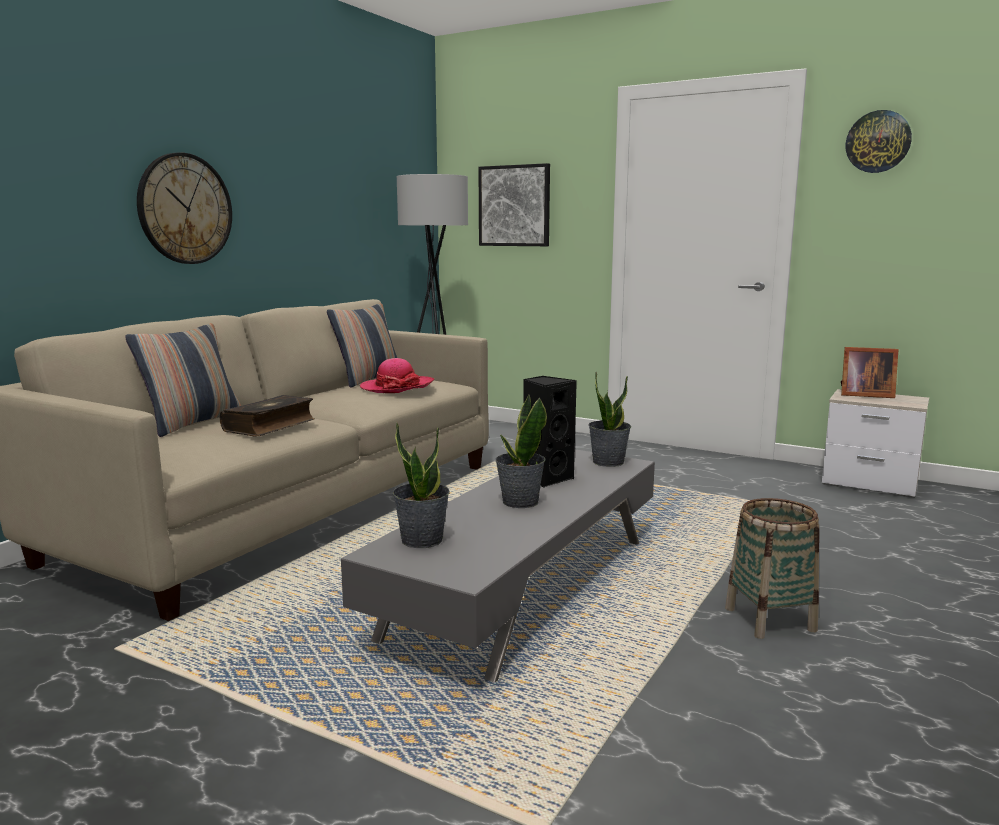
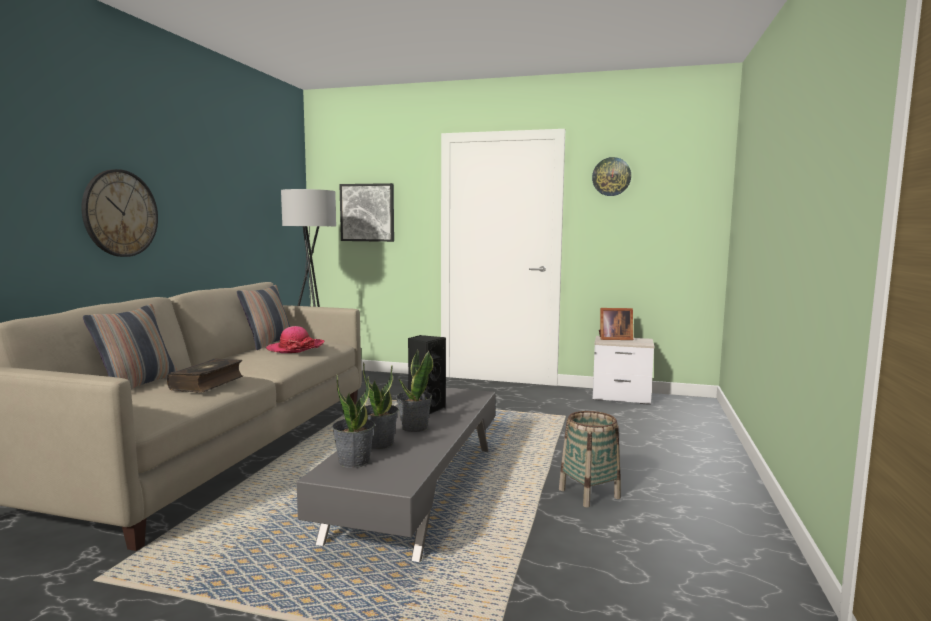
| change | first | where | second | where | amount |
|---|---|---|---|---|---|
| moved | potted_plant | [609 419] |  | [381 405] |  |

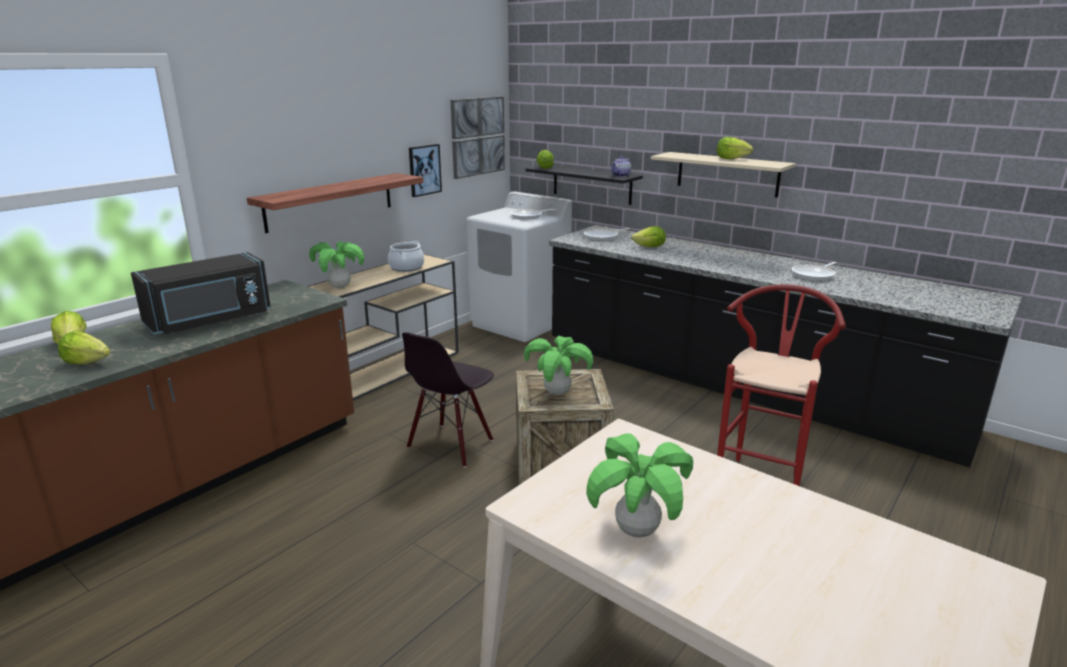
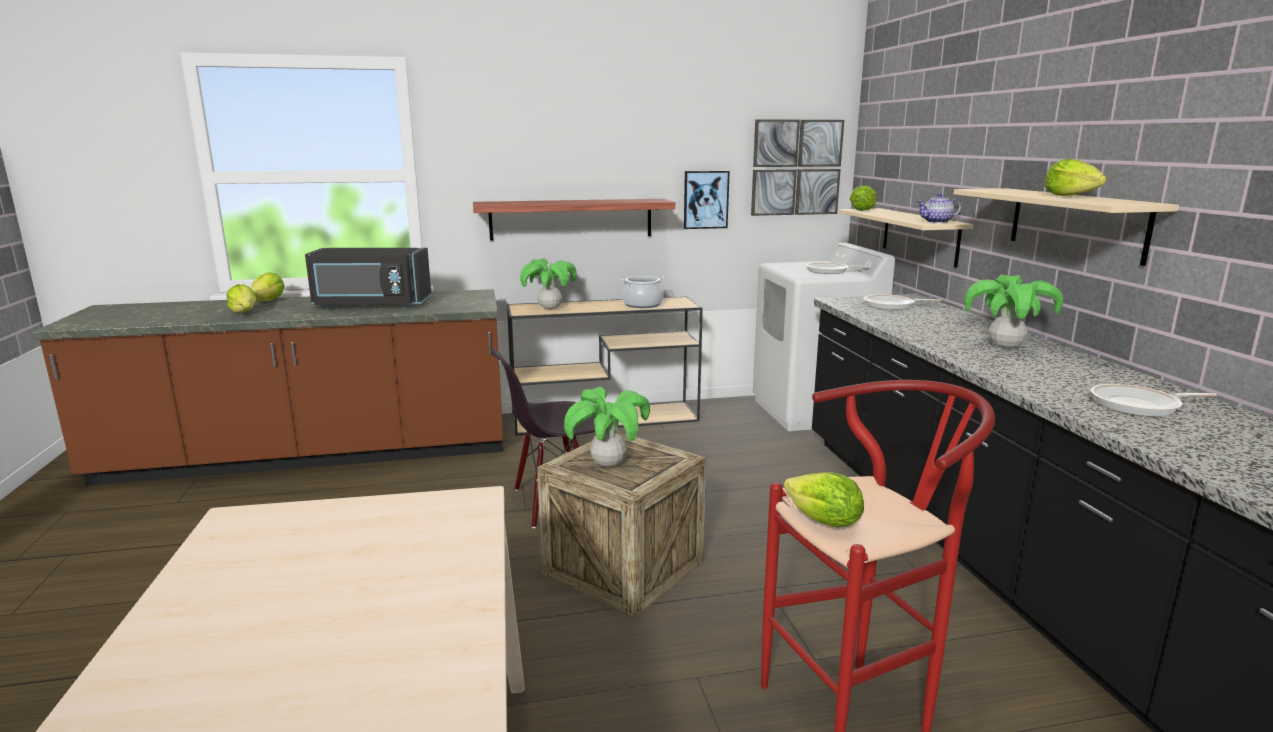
| change | first | where | second | where | amount |
|---|---|---|---|---|---|
| moved | potted_plant | [639 485] |  | [1013 311] |  |
| moved | lettuce_head | [648 236] |  | [824 499] |  |
| recoloured | black-coloured_shelf | [584 185] | sand-coloured_shelf | [906 238] |  |

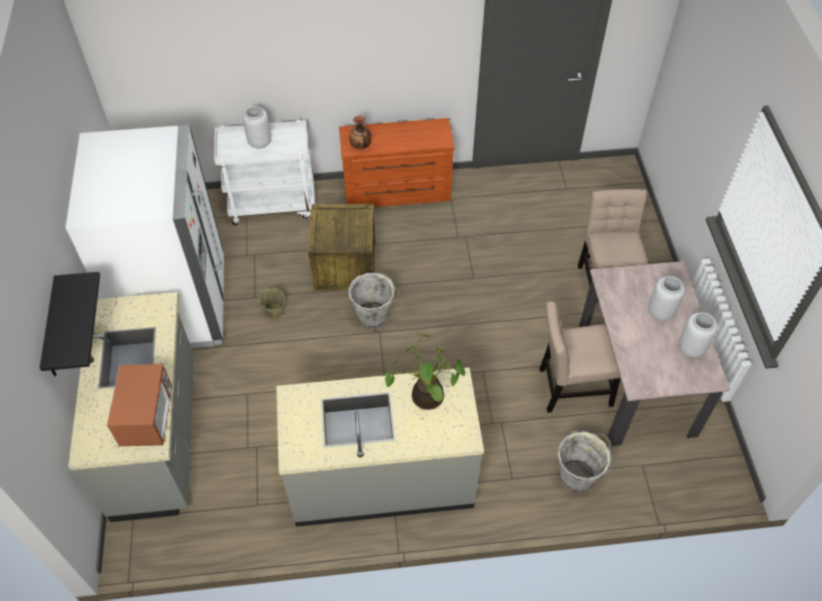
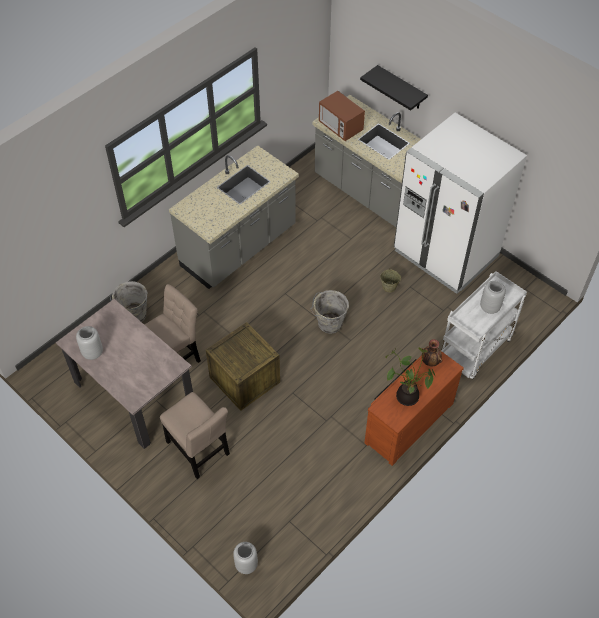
| change | first | where | second | where | amount |
|---|---|---|---|---|---|
| moved | shipping_crate | [341 247] |  | [243 366] |  |
| moved | potted_plant | [425 372] |  | [410 377] |  |
| moved | greyish_flower_vase | [666 298] |  | [245 558] |  |

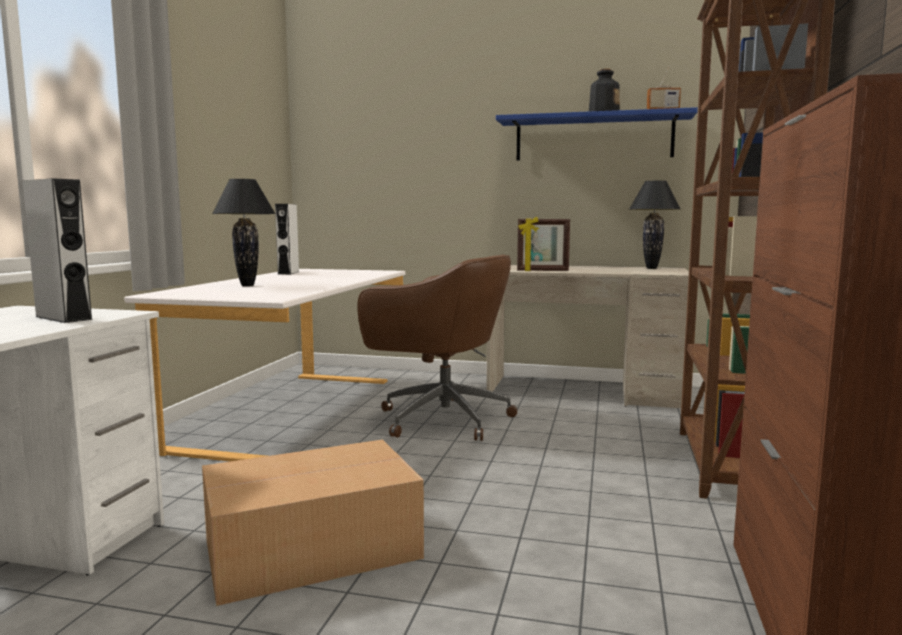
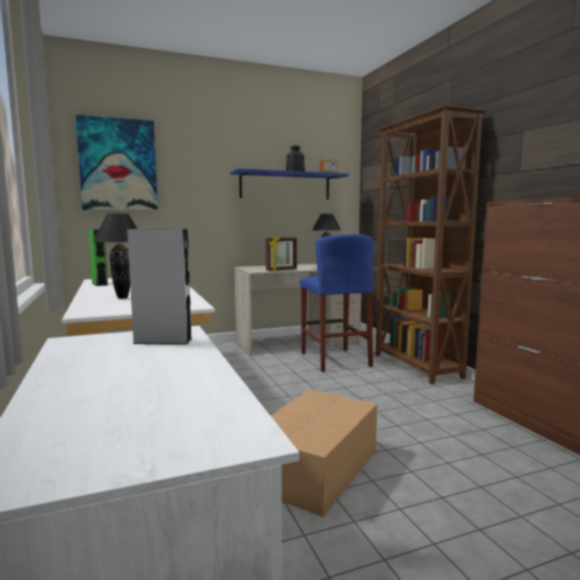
| change | first | where | second | where | amount |
|---|---|---|---|---|---|
| removed | brown_computer_chair | [437 348] |  |  |  |
| added |  |  | wall_art | [117 163] |  |
| added |  |  | blue_stool | [336 303] |  |
| recoloured | whitish_loudspeaker | [287 239] | green-coloured_loudspeaker | [98 257] |  |

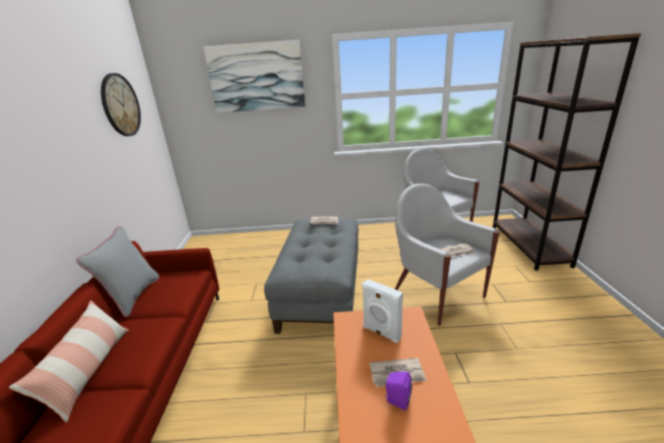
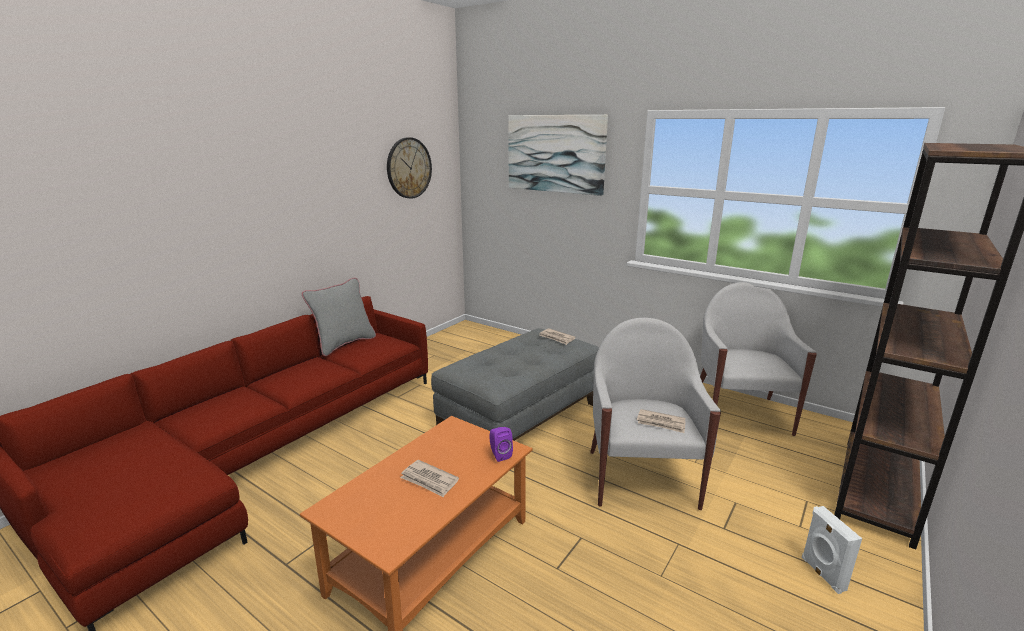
| change | first | where | second | where | amount |
|---|---|---|---|---|---|
| removed | pillow | [69 361] |  |  |  |
| moved | whitish_loudspeaker | [382 311] |  | [832 550] |  |
| moved | purple-coloured_loudspeaker | [398 391] |  | [501 444] |  |

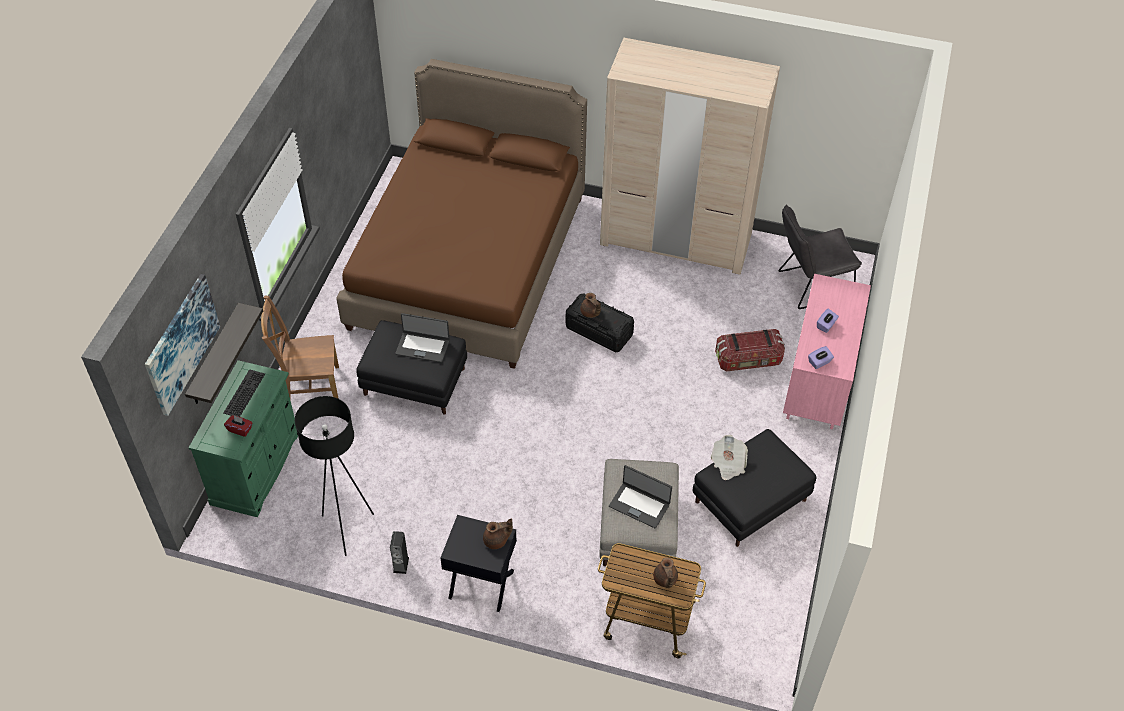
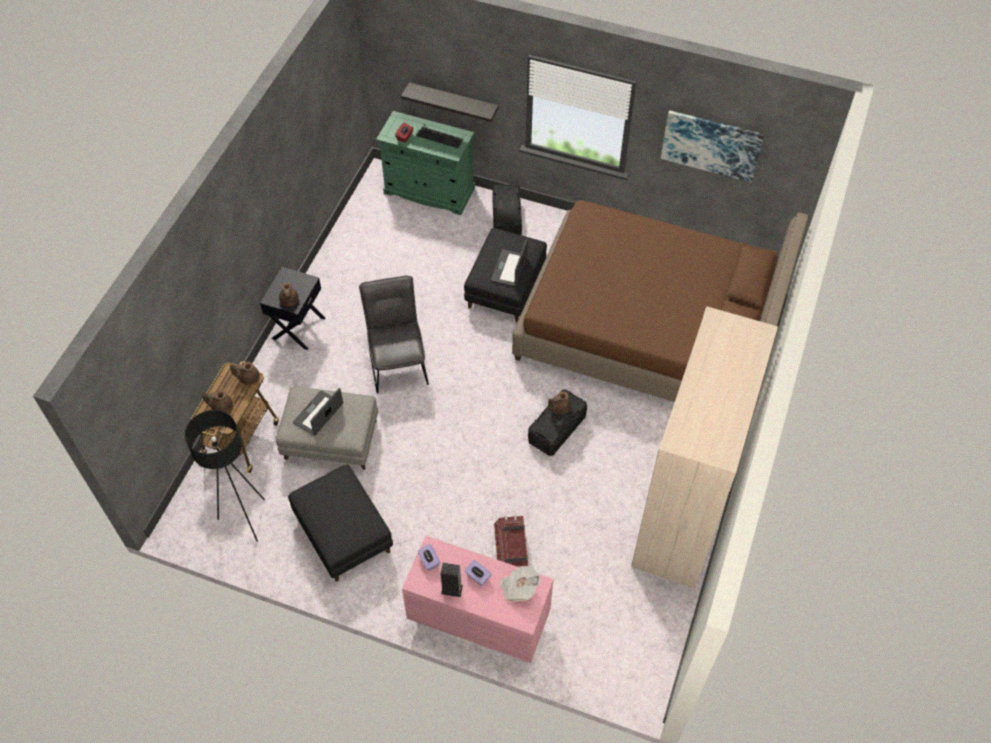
| change | first | where | second | where | amount |
|---|---|---|---|---|---|
| added |  |  | brown_tea_pot | [244 373] |  |
| moved | wall_art | [182 345] |  | [712 146] |  |
| moved | black-coloured_standing_lamp | [334 476] |  | [225 476] |  |
| moved | loudspeaker | [399 552] |  | [452 580] |  |
| moved | daily_paper | [729 457] |  | [519 584] |  |
| moved | greyish_plain_chair | [820 256] |  | [394 334] |  |
| replaced | brown_plain_chair | [300 348] | black-coloured_storage_bin | [507 209] |  |

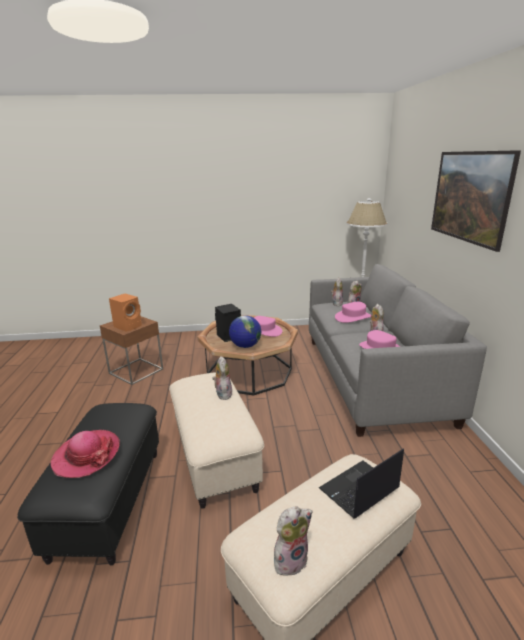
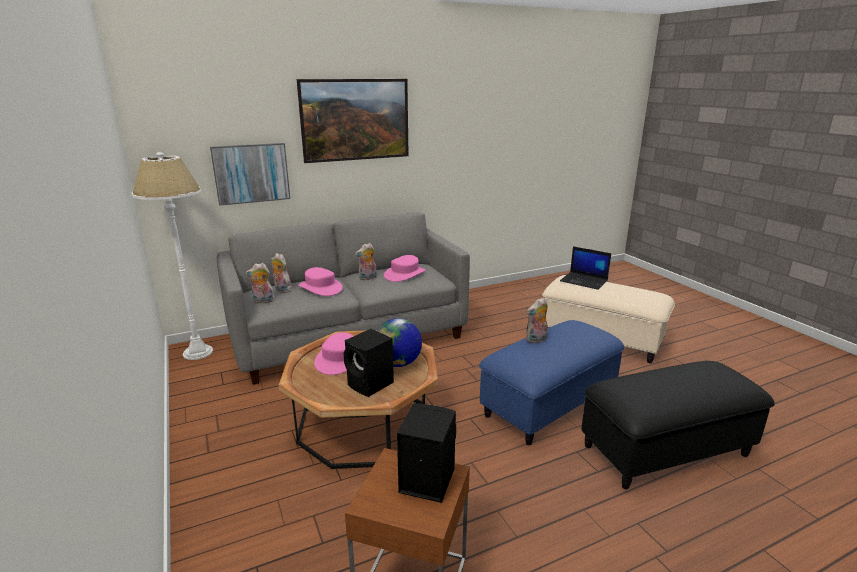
| change | first | where | second | where | amount |
|---|---|---|---|---|---|
| removed | clothing_hat | [85 454] |  |  |  |
| removed | soft_toy | [293 541] |  |  |  |
| added |  |  | wall_art | [250 174] |  |
| recoloured | orange-coloured_loudspeaker | [125 313] | black-coloured_loudspeaker | [426 453] |  |
| recoloured | sand-coloured_ottoman | [216 440] | blue_ottoman | [552 382] |  |

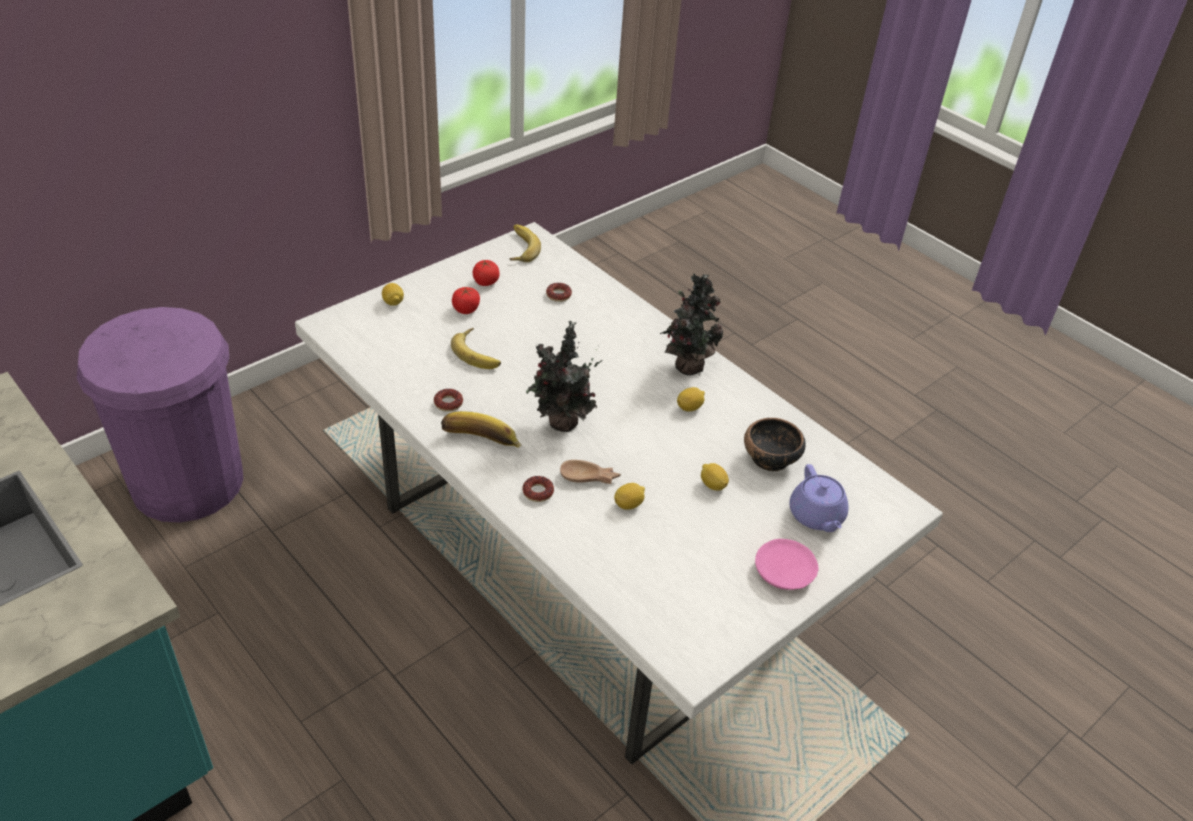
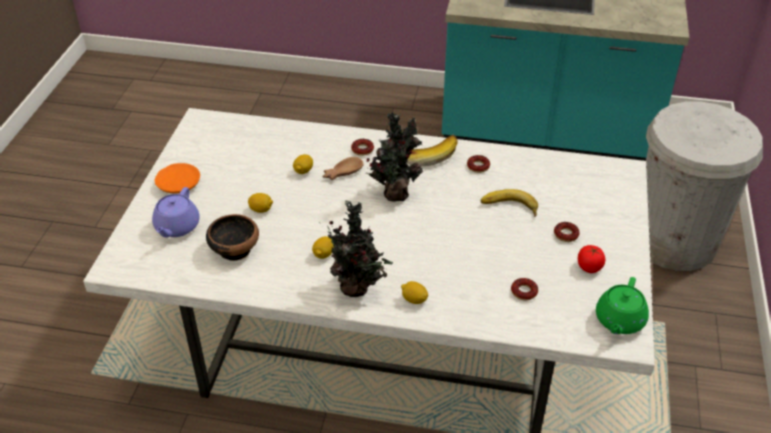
| change | first | where | second | where | amount |
|---|---|---|---|---|---|
| moved | lemon | [393 294] |  | [414 292] |  |
| replaced | whole_tomato | [466 300] | doughnut | [567 232] |  |
| replaced | banana_fruit | [525 243] | green-coloured_tea_pot | [622 305] |  |
| recoloured | purple-coloured_trash_can | [160 415] | whitish_trash_can | [704 186] |  |
| recoloured | pink_plate | [787 564] | orange-coloured_plate | [177 178] |  |
| turned | purple-coloured_tea_pot | [819 498] |  | [176 212] | 120 degrees counterclockwise |

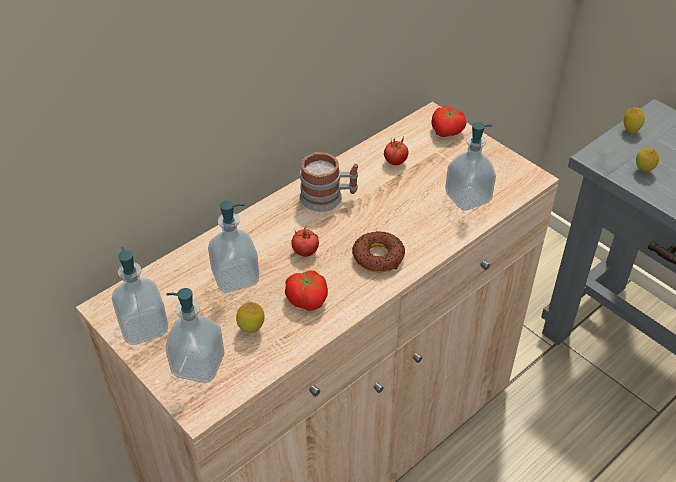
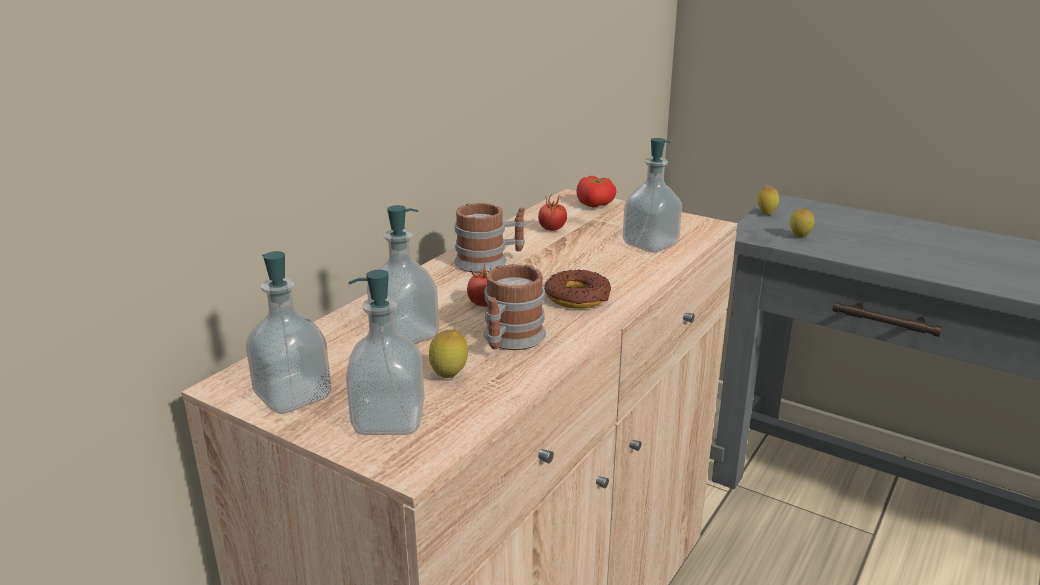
| change | first | where | second | where | amount |
|---|---|---|---|---|---|
| replaced | whole_tomato | [306 291] | mug | [514 307] |  |

